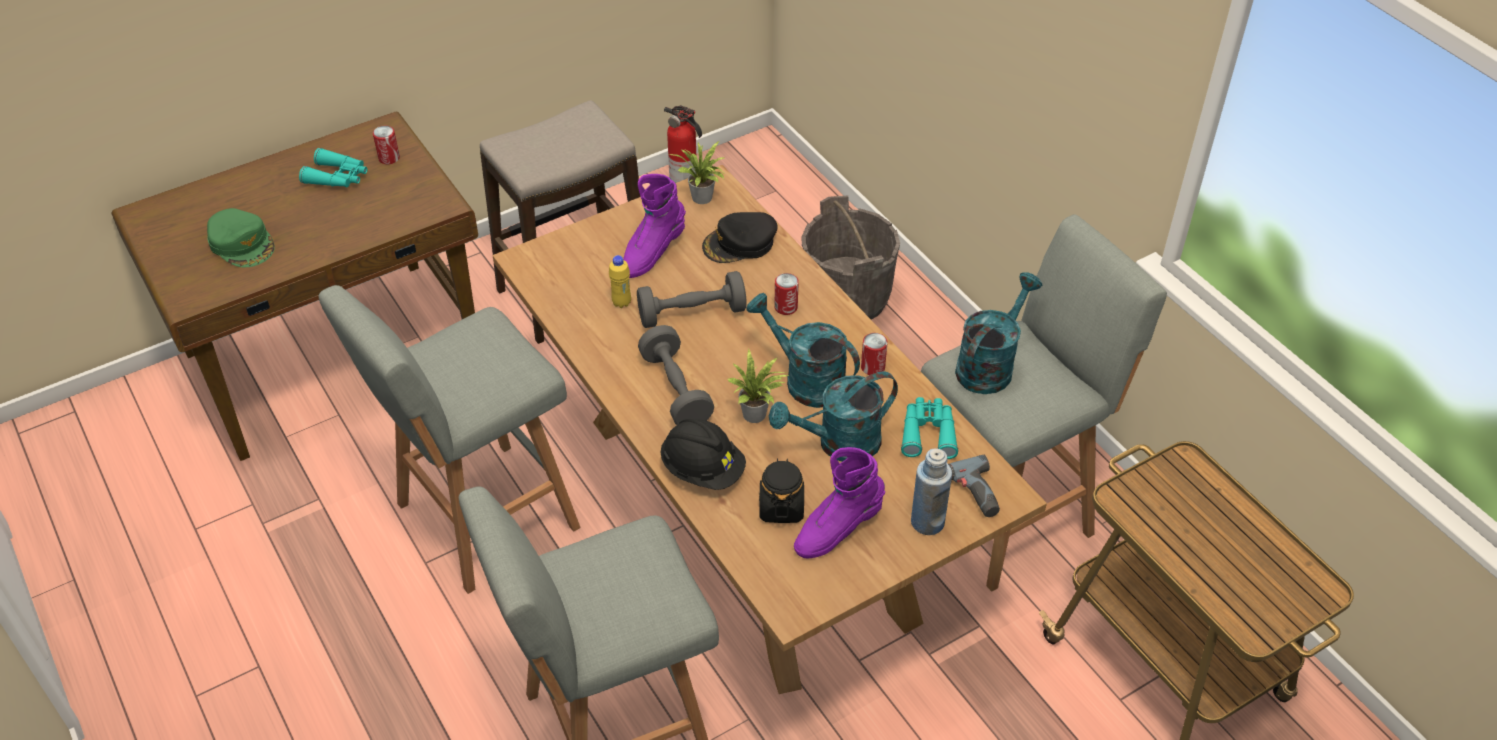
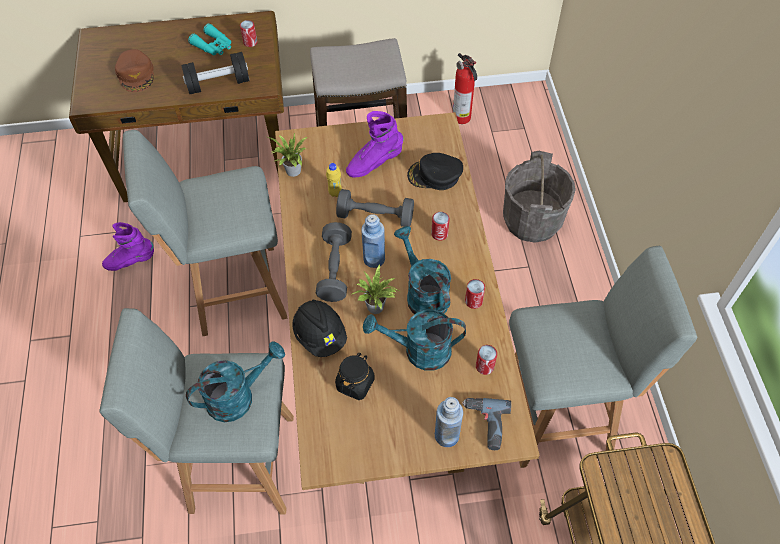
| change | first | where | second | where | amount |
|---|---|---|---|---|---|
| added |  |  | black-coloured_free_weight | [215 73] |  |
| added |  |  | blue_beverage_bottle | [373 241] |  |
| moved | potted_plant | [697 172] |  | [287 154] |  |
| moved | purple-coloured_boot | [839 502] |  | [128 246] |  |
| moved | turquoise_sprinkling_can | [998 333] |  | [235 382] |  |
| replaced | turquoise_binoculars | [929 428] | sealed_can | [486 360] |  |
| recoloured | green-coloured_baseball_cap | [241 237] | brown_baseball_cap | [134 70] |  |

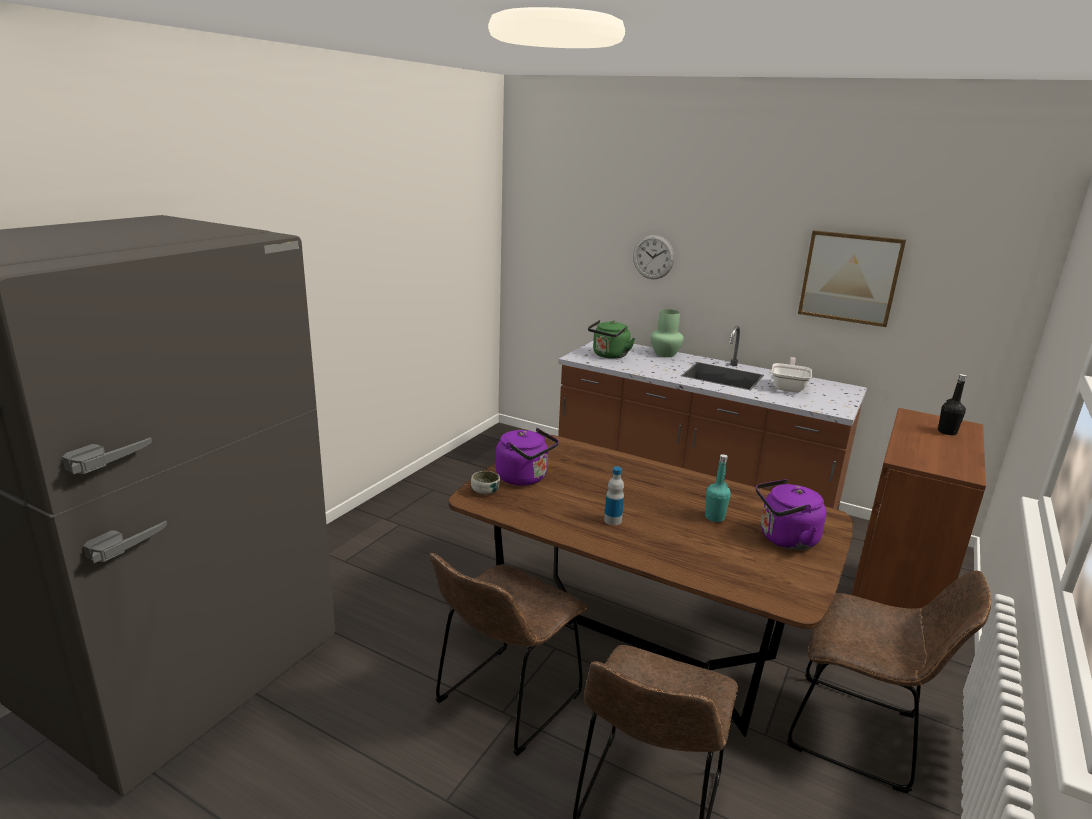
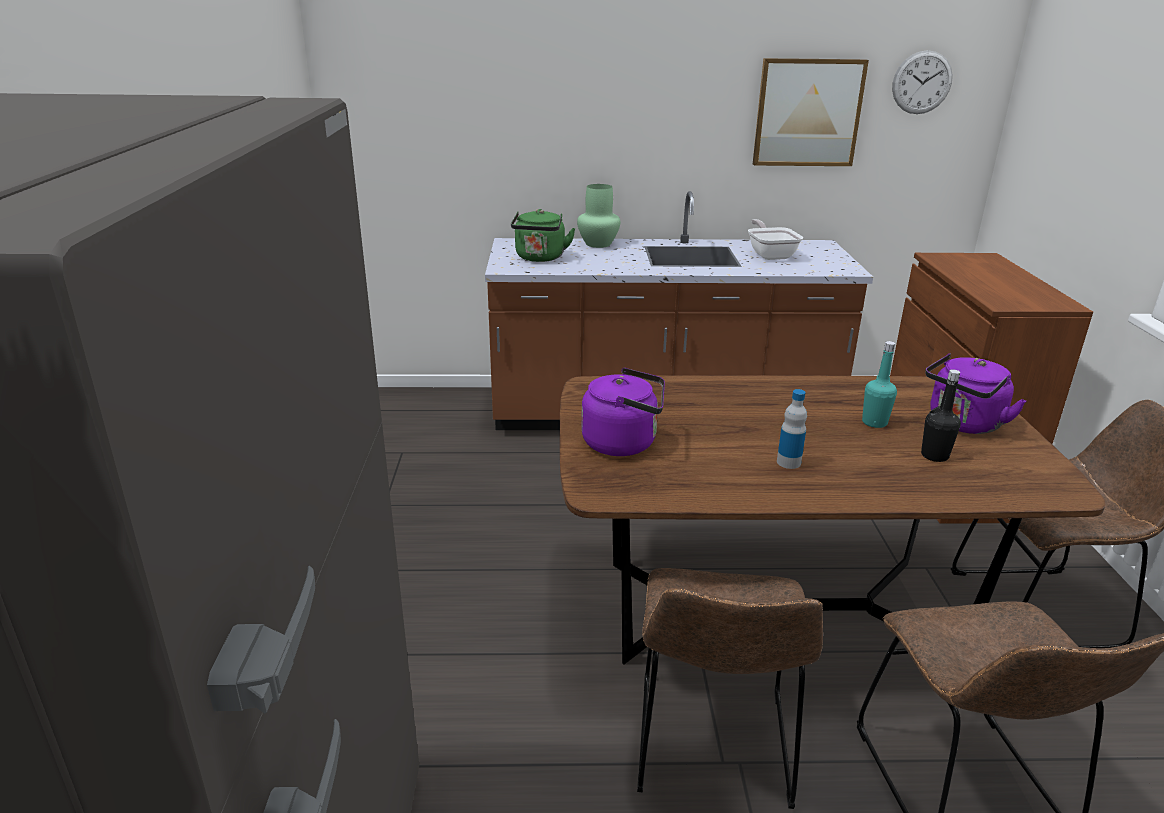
| change | first | where | second | where | amount |
|---|---|---|---|---|---|
| removed | bowl | [485 483] |  |  |  |
| moved | hanging_clock | [653 257] |  | [922 82] |  |
| moved | black-coloured_beverage_bottle | [952 404] |  | [941 415] |  |

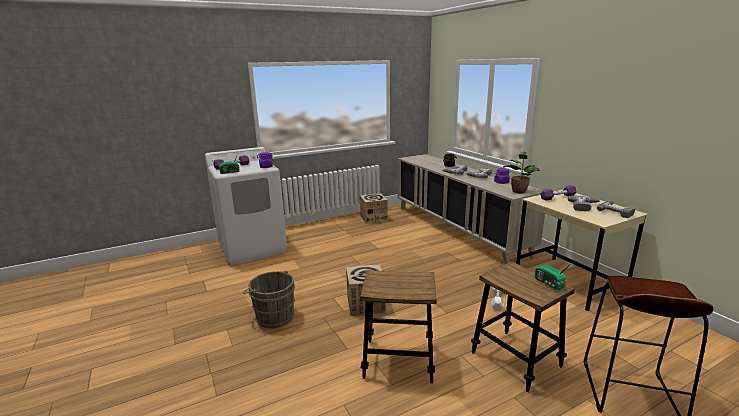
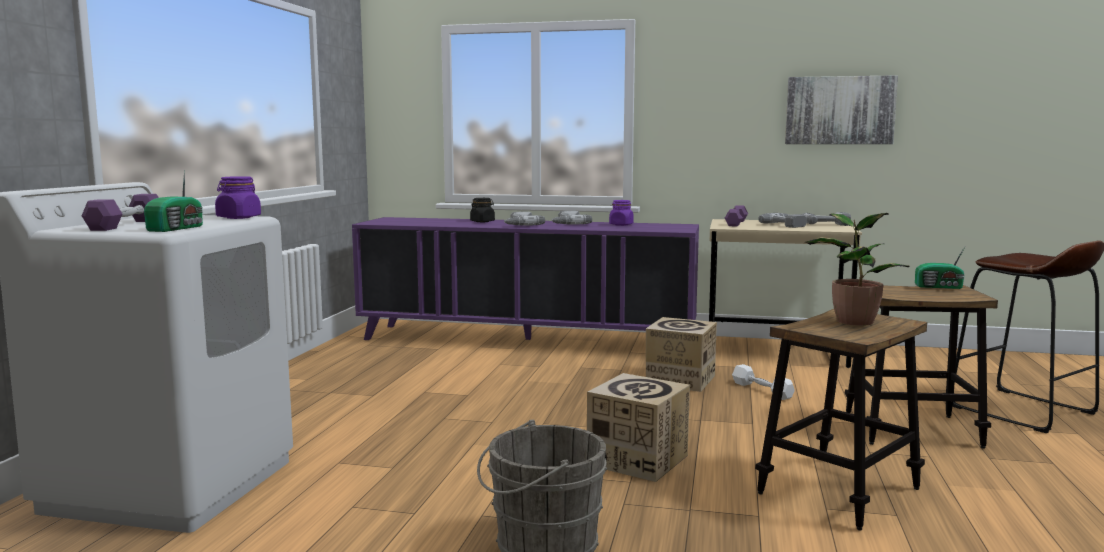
| change | first | where | second | where | amount |
|---|---|---|---|---|---|
| added |  |  | wall_art | [841 109] |  |
| moved | cardboard_box | [374 208] |  | [681 354] |  |
| moved | potted_plant | [521 172] |  | [856 269] |  |
| recoloured | sand-coloured_cupboard | [471 209] | purple-coloured_cupboard | [525 278] |  |

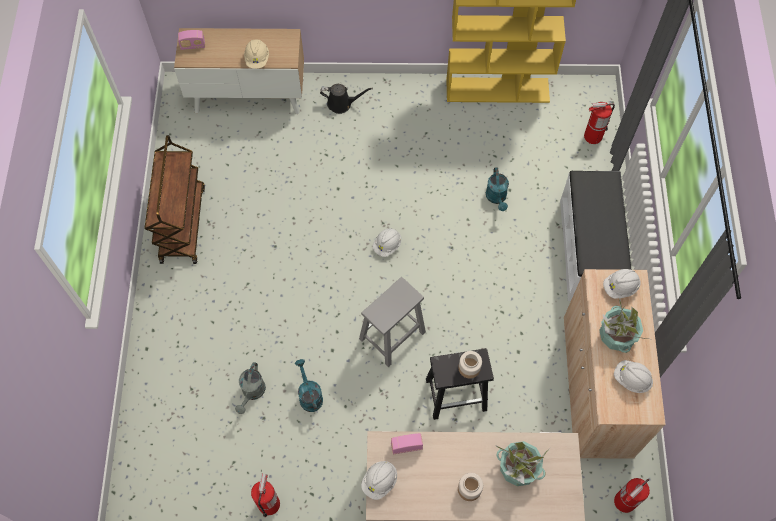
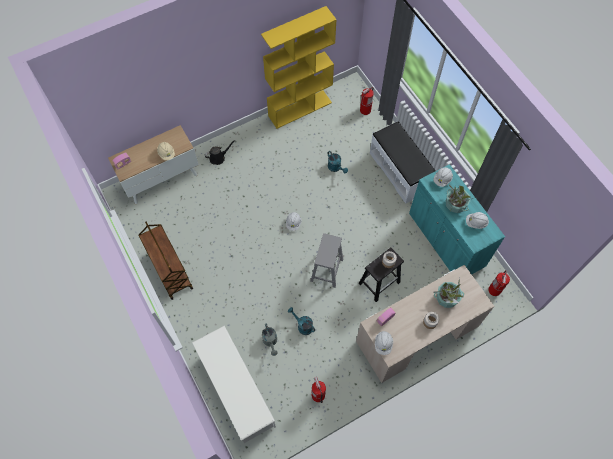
| change | first | where | second | where | amount |
|---|---|---|---|---|---|
| added |  |  | whitish_shoe_shelf | [234 384] |  |
| recoloured | sand-coloured_cupboard | [615 364] | turquoise_cupboard | [457 219] |  |

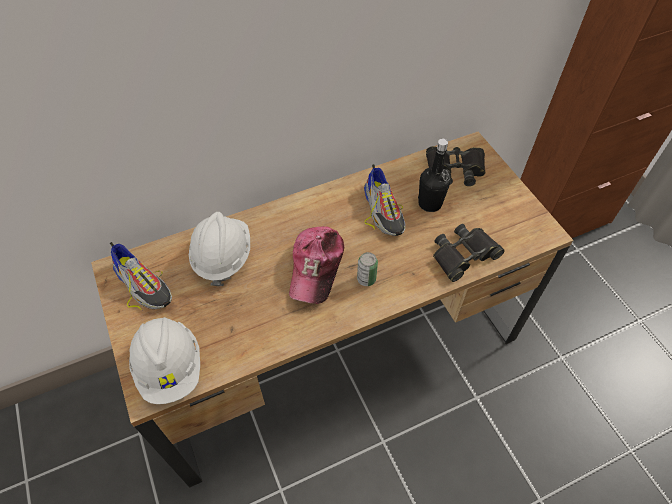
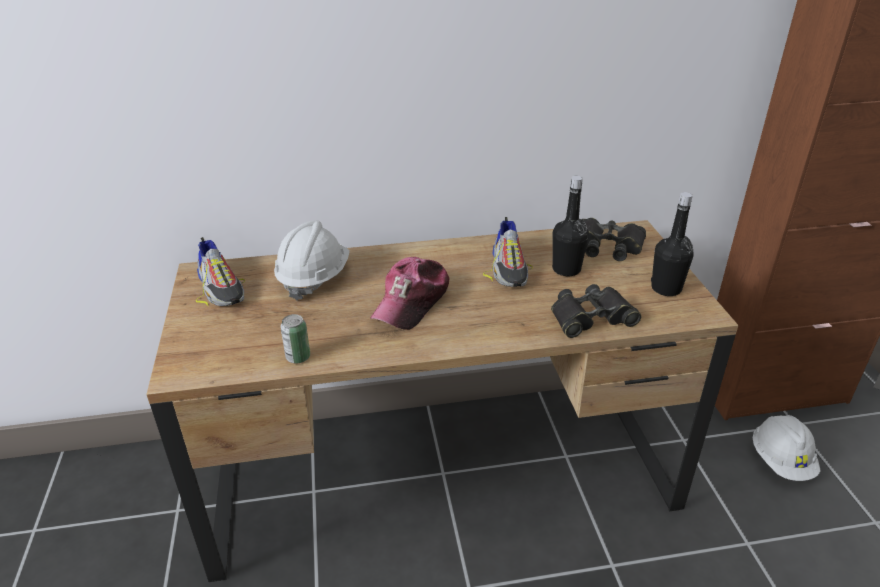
| change | first | where | second | where | amount |
|---|---|---|---|---|---|
| added |  |  | black-coloured_beverage_bottle | [672 244] |  |
| moved | whitish_hard_hat | [164 360] |  | [787 448] |  |
| moved | sealed_can | [367 269] |  | [295 338] |  |

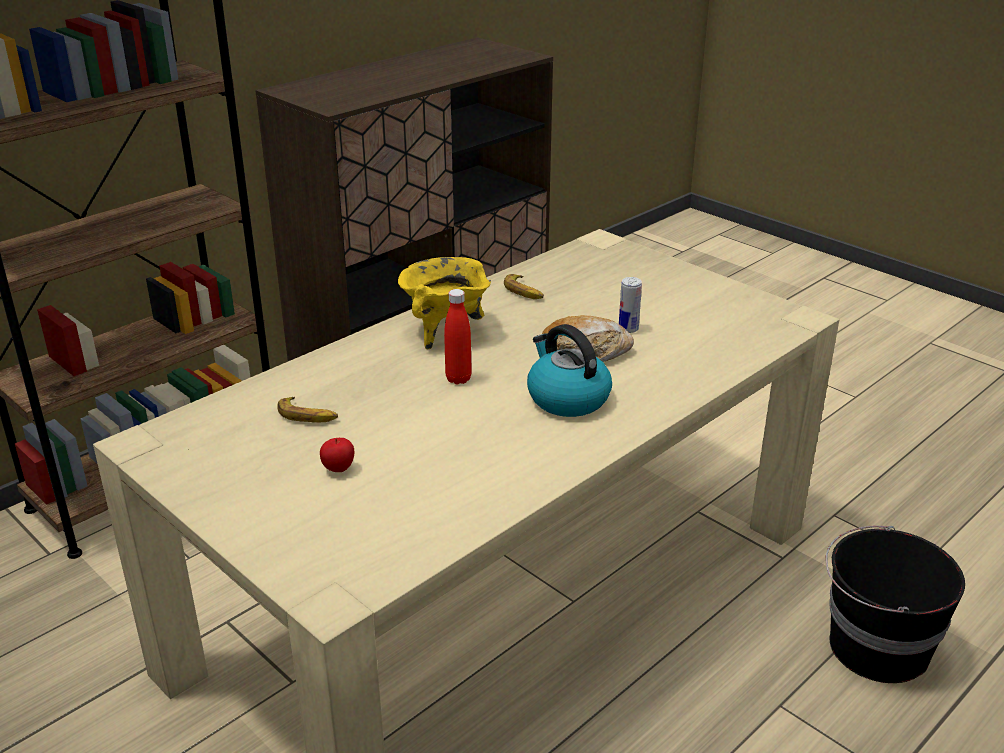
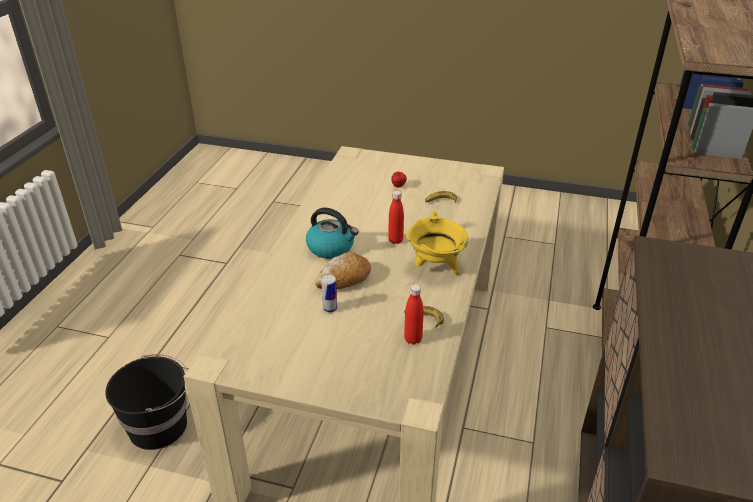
| change | first | where | second | where | amount |
|---|---|---|---|---|---|
| added |  |  | red-coloured_beverage_bottle | [414 314] |  |

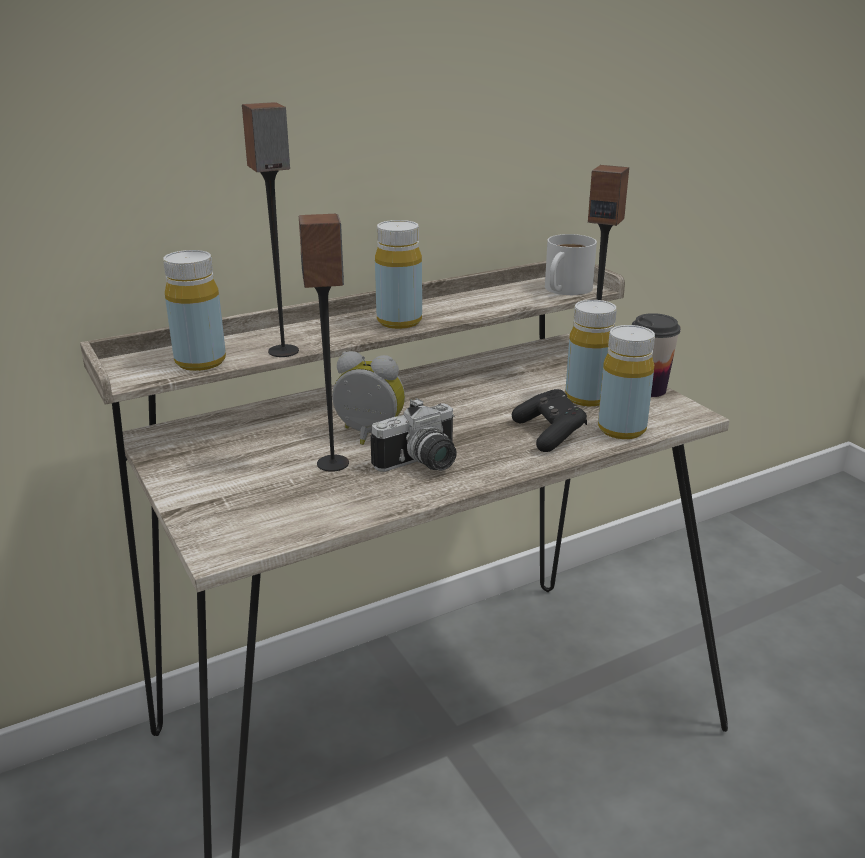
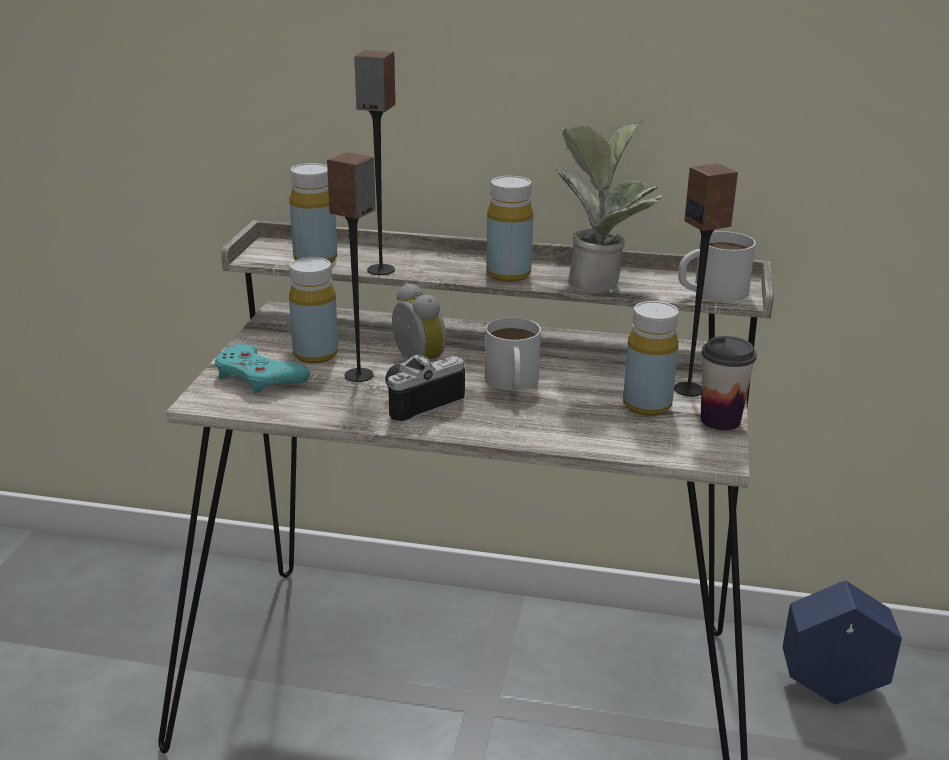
| change | first | where | second | where | amount |
|---|---|---|---|---|---|
| removed | black-coloured_joypad | [549 420] |  |  |  |
| added |  |  | turquoise_joypad | [262 369] |  |
| added |  |  | whitish_mug | [513 353] |  |
| added |  |  | potted_plant | [609 207] |  |
| added |  |  | blue_planter | [842 642] |  |
| moved | yellowish_beverage_bottle | [626 382] |  | [313 310] |  |
| turned | photo_camera | [413 435] |  | [425 389] | 135 degrees clockwise |

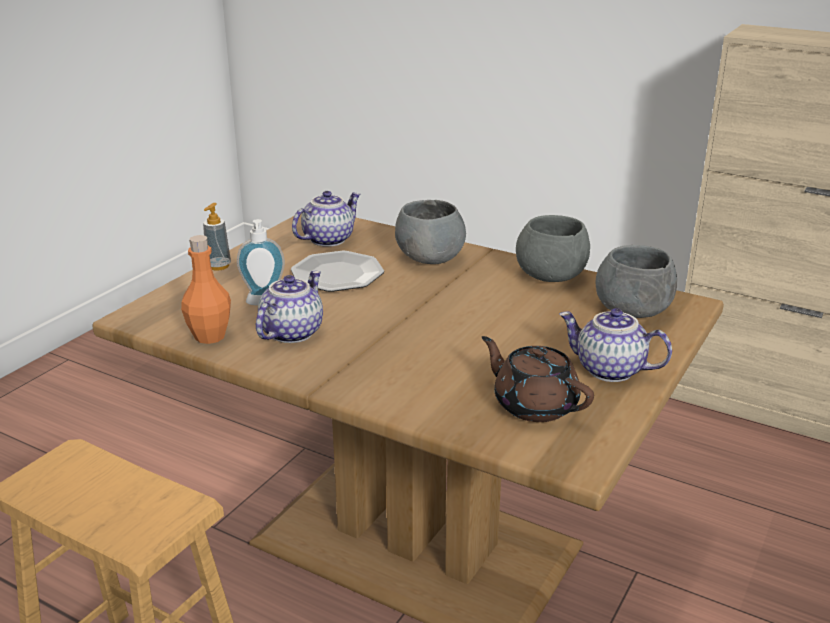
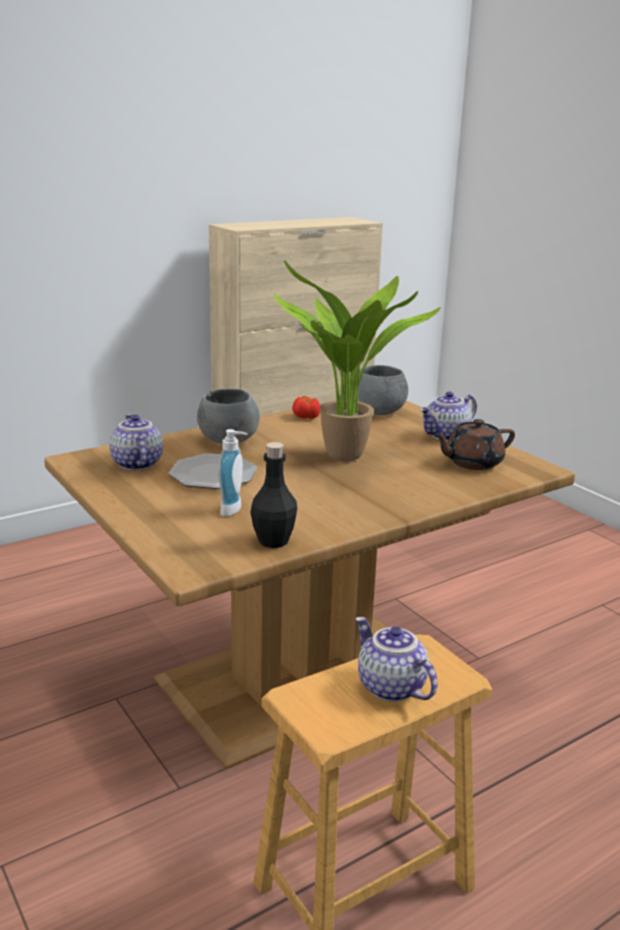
| change | first | where | second | where | amount |
|---|---|---|---|---|---|
| removed | soap_dispenser | [217 237] |  |  |  |
| added |  |  | potted_plant | [357 360] |  |
| moved | tea_pot | [289 307] |  | [397 659] |  |
| replaced | greyish_bowl | [553 248] | whole_tomato | [306 407] |  |
| recoloured | orange-coloured_beverage_bottle | [206 289] | black-coloured_beverage_bottle | [274 495] |  |

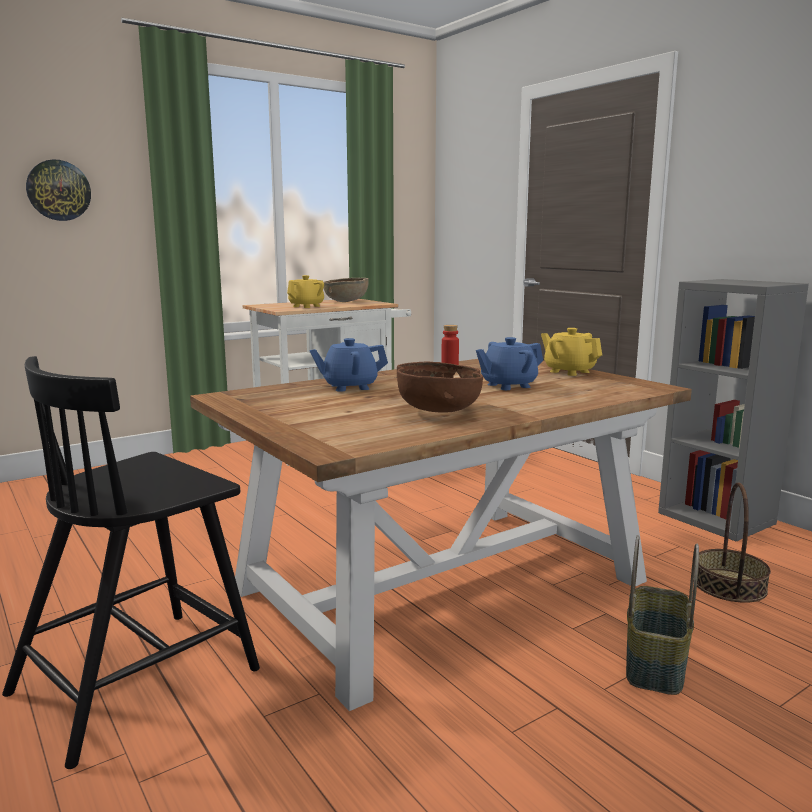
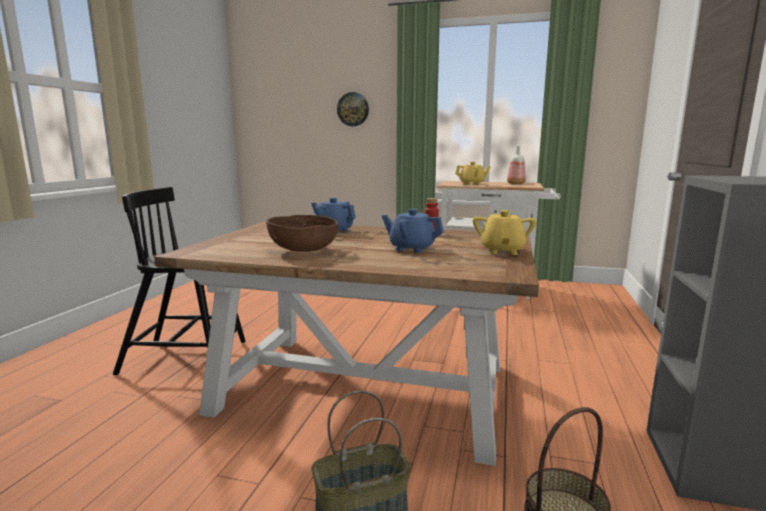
| change | first | where | second | where | amount |
|---|---|---|---|---|---|
| replaced | brown_bowl | [346 290] | beverage_bottle | [516 165] |  |

